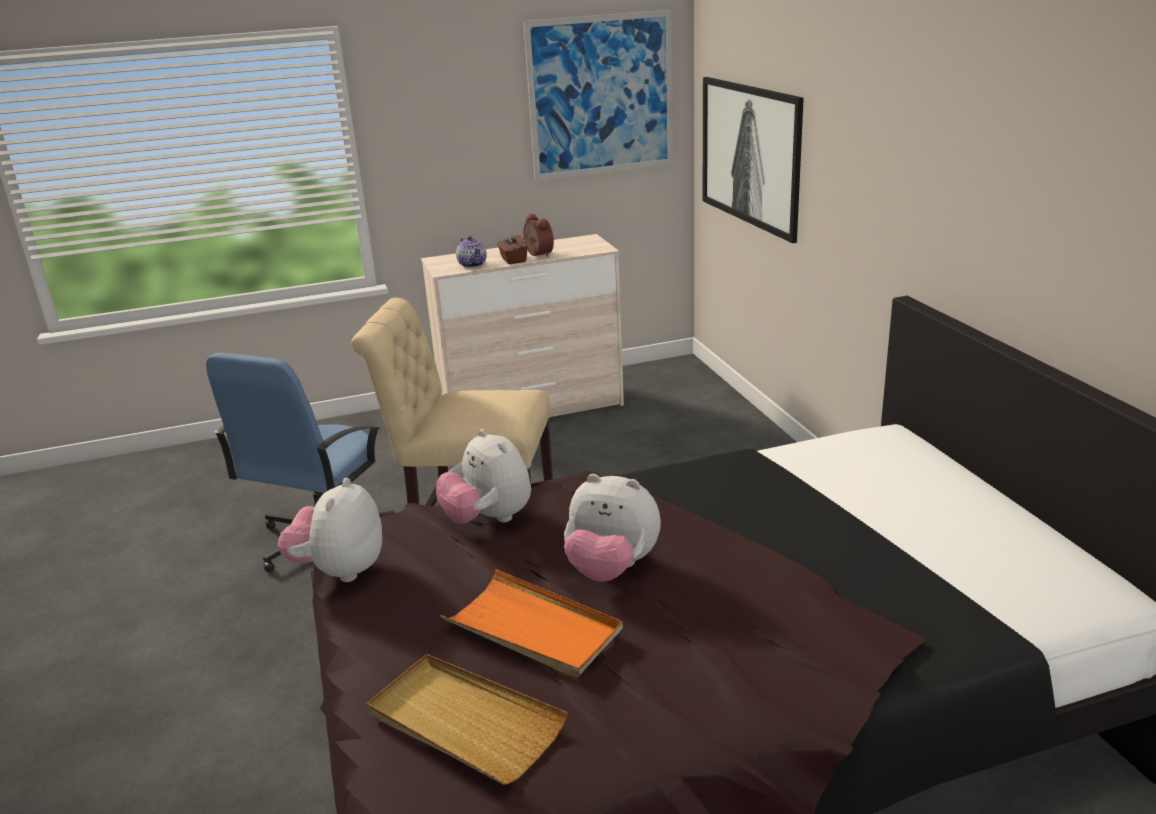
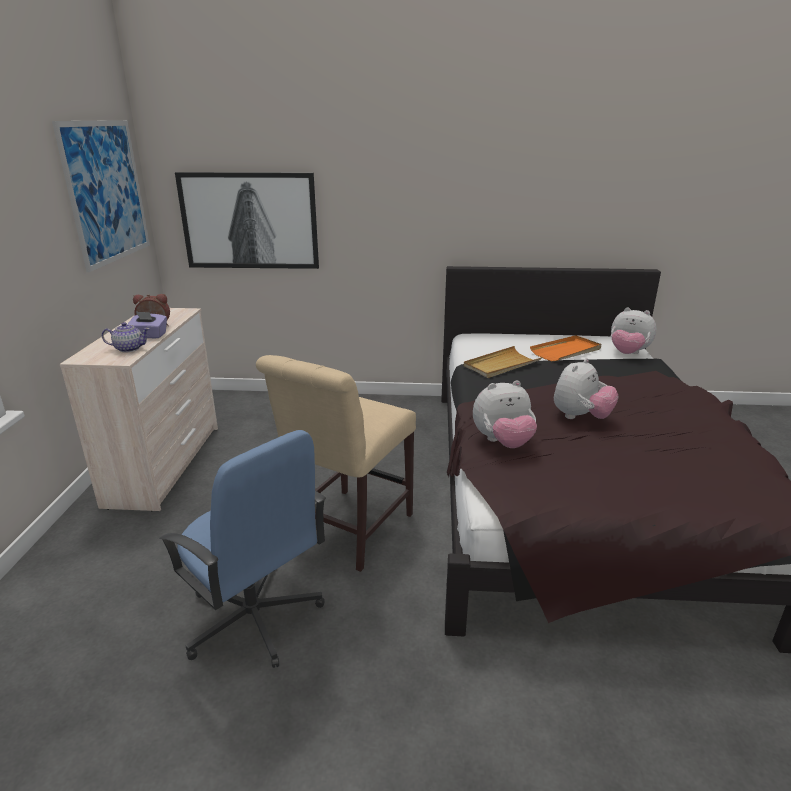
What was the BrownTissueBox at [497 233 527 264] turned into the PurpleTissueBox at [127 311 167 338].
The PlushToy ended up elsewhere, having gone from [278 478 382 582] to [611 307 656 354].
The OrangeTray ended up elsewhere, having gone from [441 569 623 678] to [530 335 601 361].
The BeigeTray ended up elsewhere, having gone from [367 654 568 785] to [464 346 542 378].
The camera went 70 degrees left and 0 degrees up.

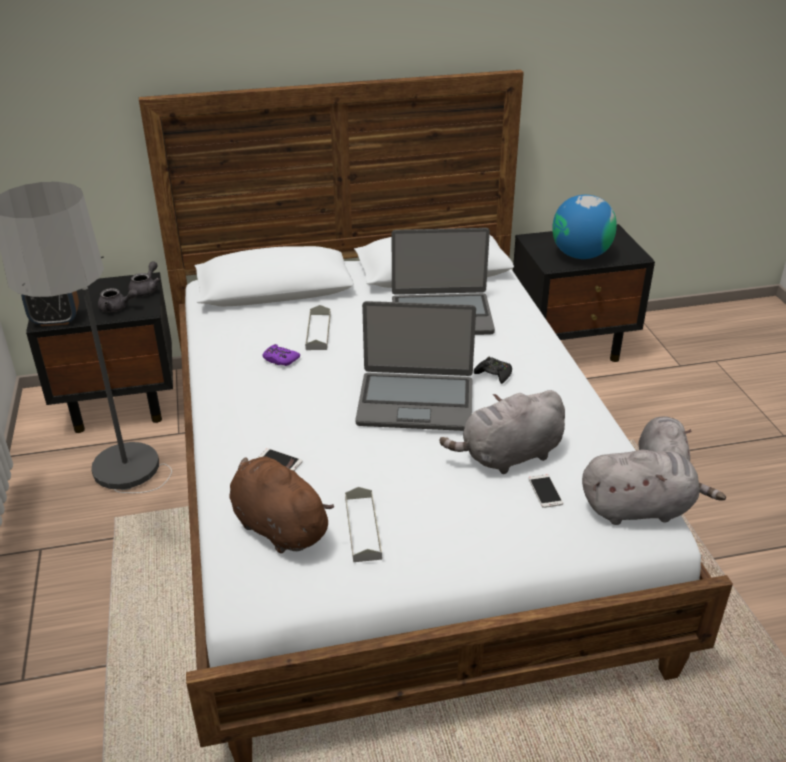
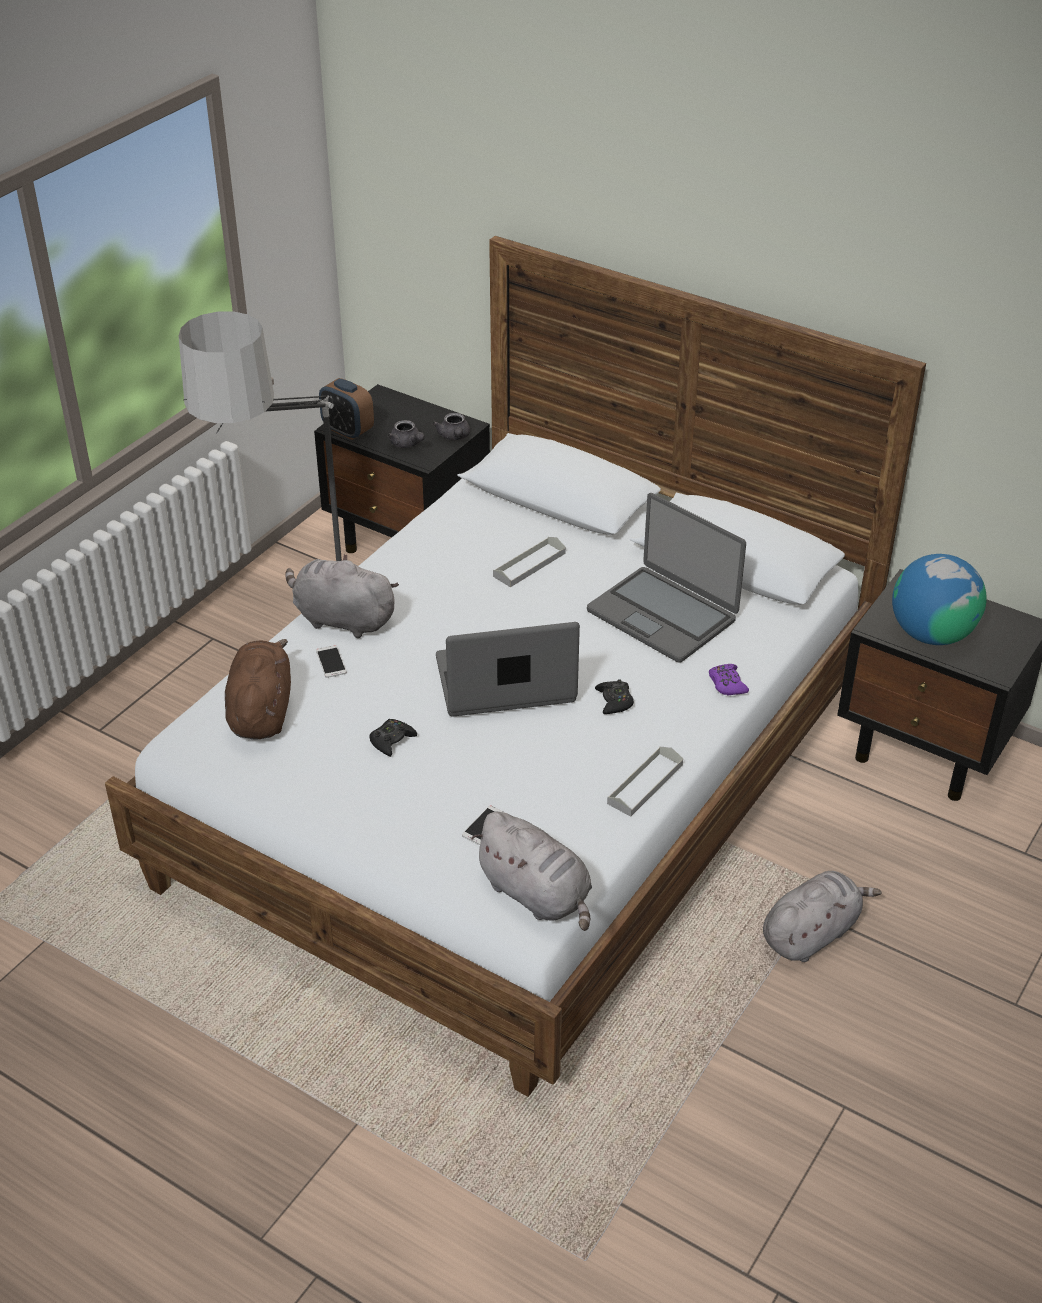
The GreyTeapot at [128 261 160 296] ended up facing another way, 105 degrees clockwise from before.
The Laptop at [355 301 476 431] ended up facing another way, 120 degrees clockwise from before.
The PurpleGameController ended up elsewhere, having gone from [262 344 300 366] to [709 664 749 695].
The GreyPlushToy ended up elsewhere, having gone from [440 390 565 474] to [285 554 399 638].
The GreyTray ended up elsewhere, having gone from [345 487 382 562] to [607 747 683 817].
The second view gained the BlackGameController at [369 719 417 757].
The camera went 45 degrees right and 5 degrees up.

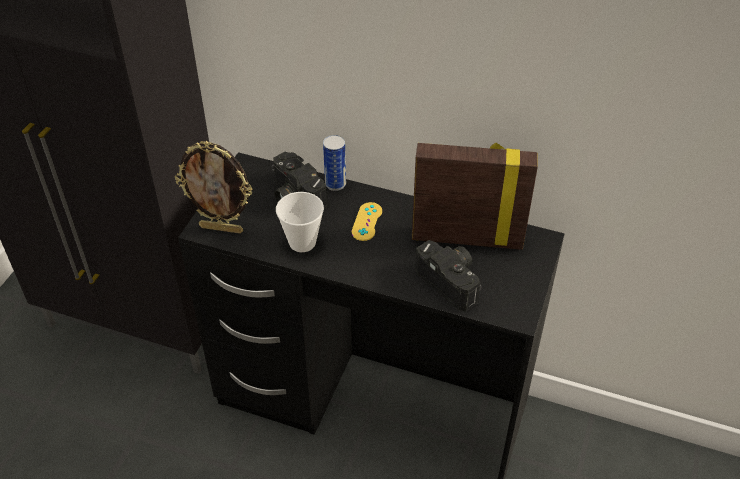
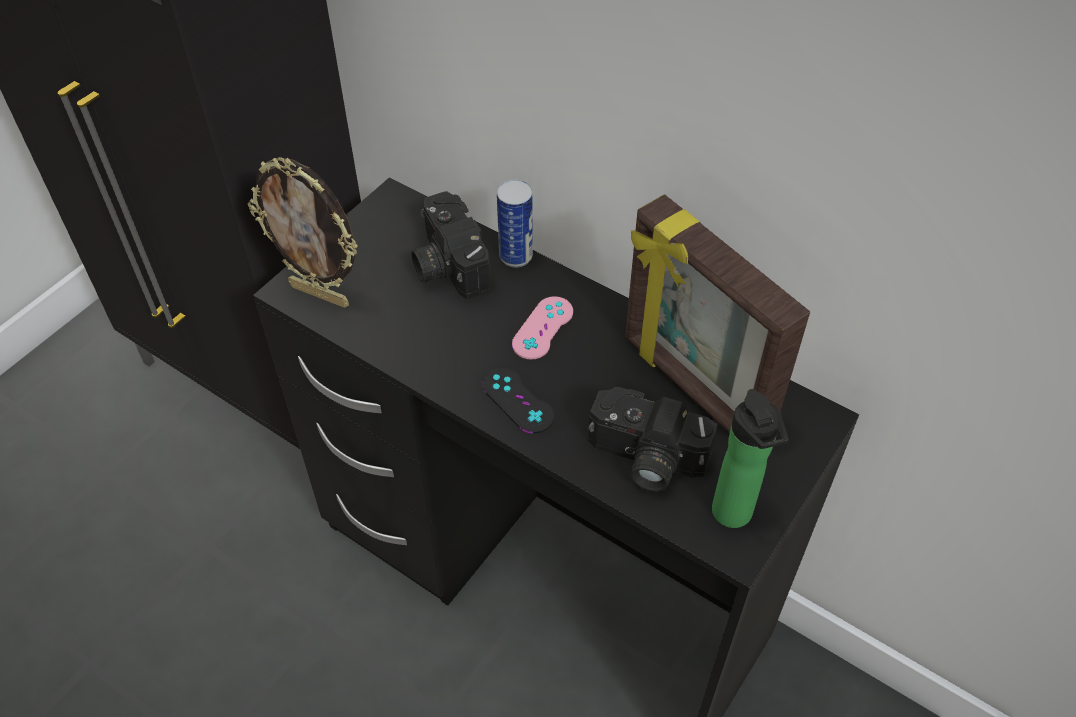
The PictureFrame at [412 143 538 250] ended up facing another way, 150 degrees counterclockwise from before.
The second view lost the Cup at [276 192 324 252].
What was the YellowGameController at [351 202 382 241] turned into the PinkGameController at [512 296 573 360].
The PhotoCamera at [415 240 482 312] ended up facing another way, 135 degrees clockwise from before.
The second view gained the BlackGameController at [482 368 554 434].
The second view gained the Bottle at [712 389 789 528].
The camera went 15 degrees right and 5 degrees up.

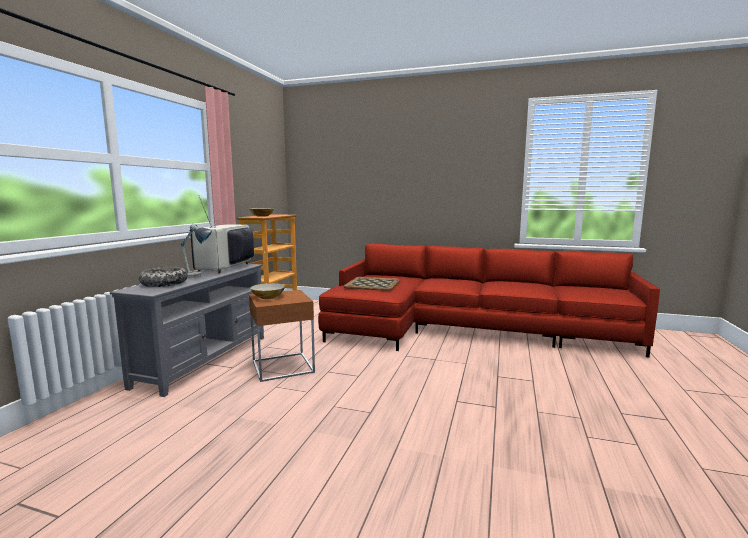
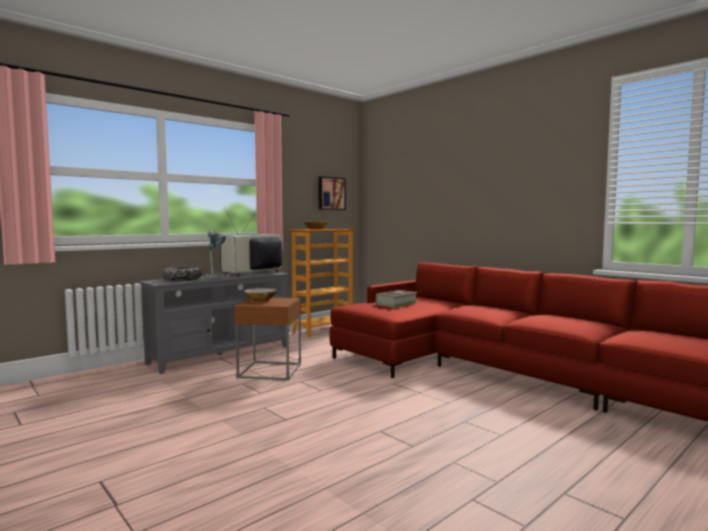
Where the Tray stood at [343 277 400 291], the Book came to stand at [376 290 417 308].
The second view gained the Picture at [318 176 346 210].
The camera went 30 degrees right and 5 degrees down.

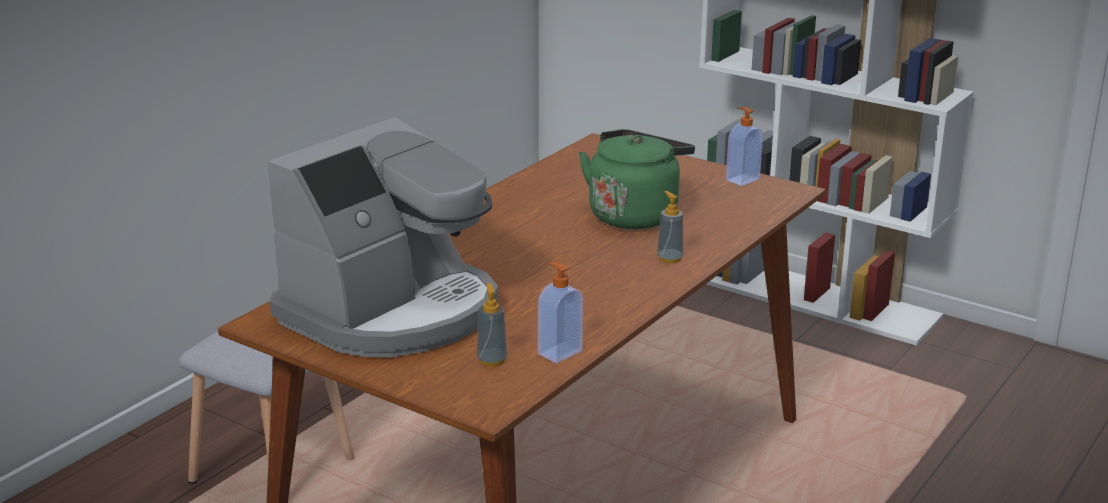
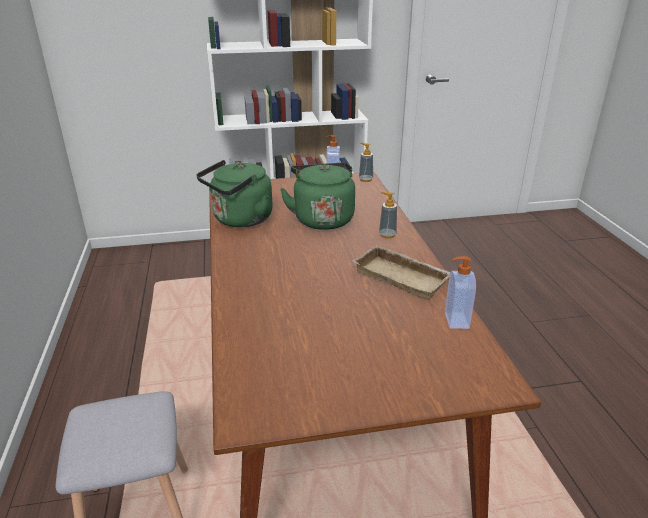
The second view lost the CoffeeMachine at [267 117 498 357].
The SoapDispenser ended up elsewhere, having gone from [477 283 507 367] to [359 143 373 182].
The second view gained the GreenKettle at [196 160 273 227].
The second view gained the BeigeTray at [352 245 450 300].
The camera went 45 degrees left and 5 degrees up.

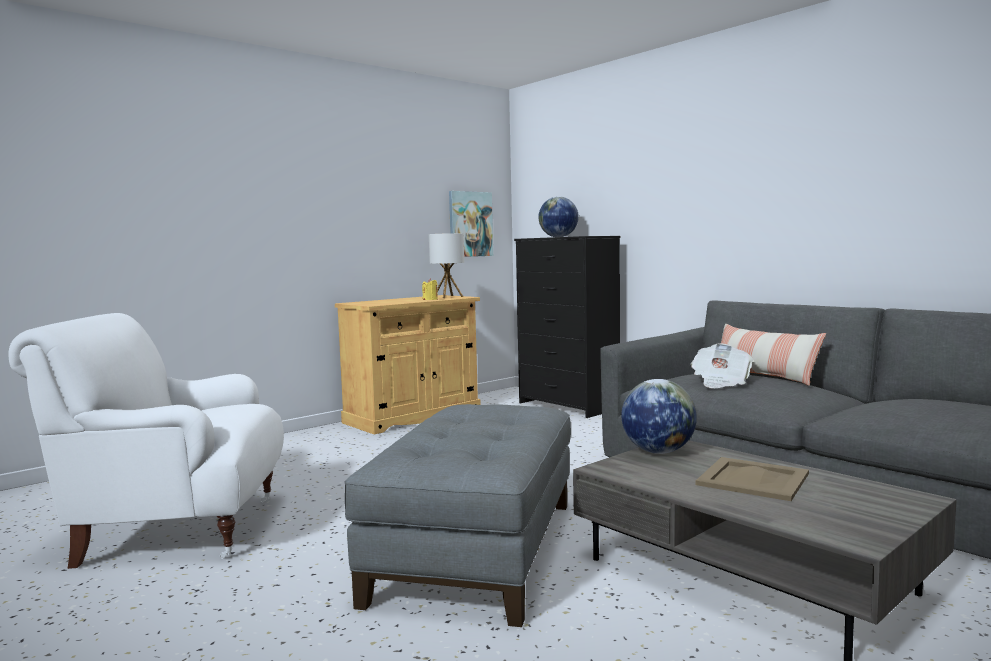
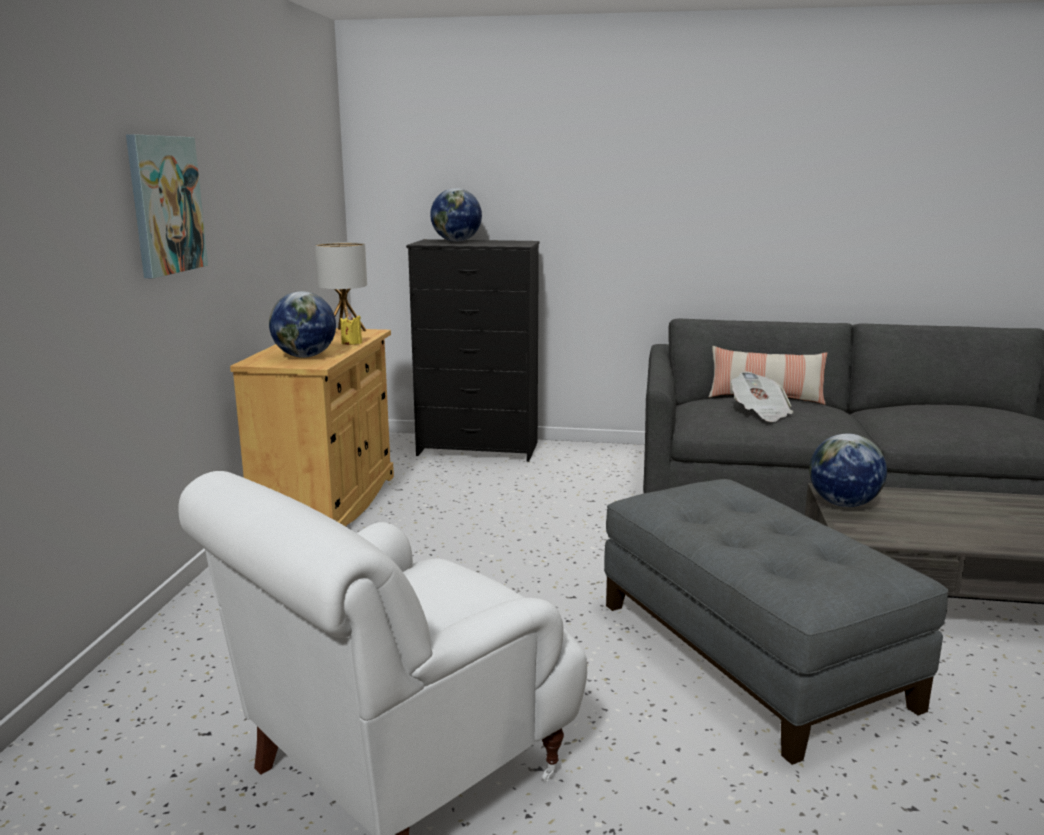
The Picture ended up elsewhere, having gone from [449 191 493 257] to [126 134 208 278].
The second view lost the BeigeTray at [696 457 809 501].
The second view gained the Globe at [269 291 336 358].
The camera went 40 degrees left and 10 degrees up.

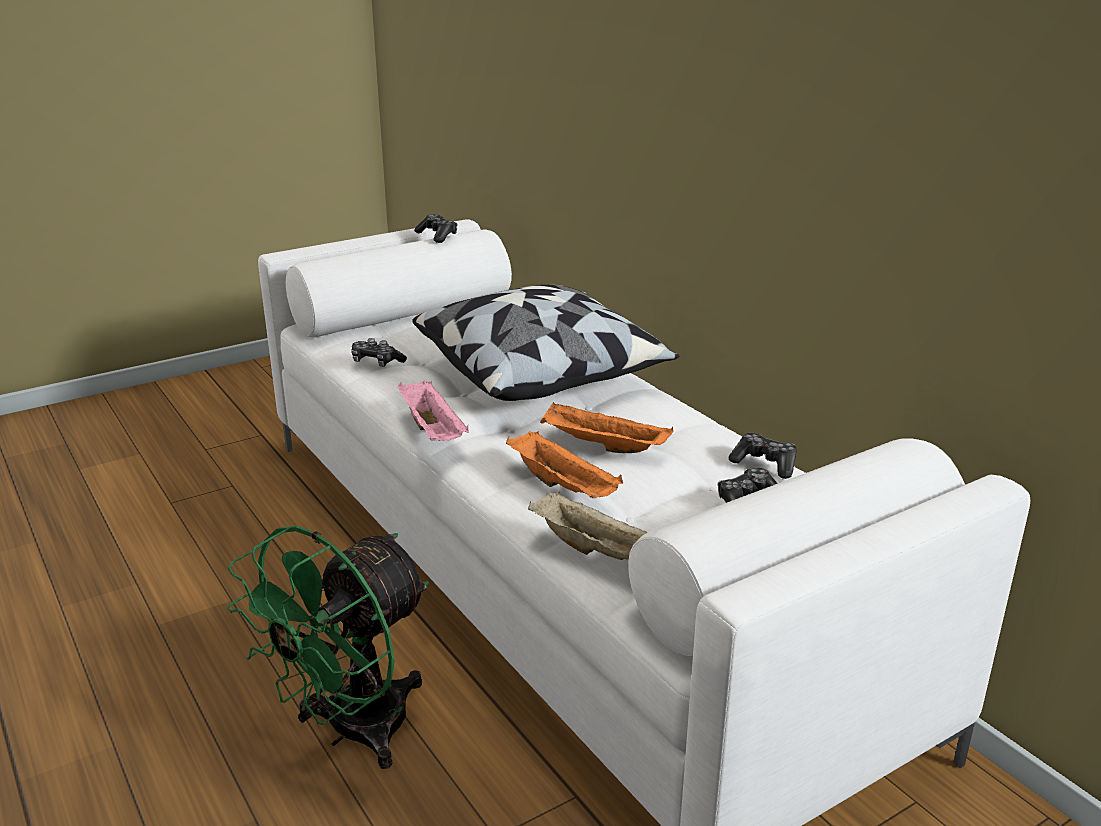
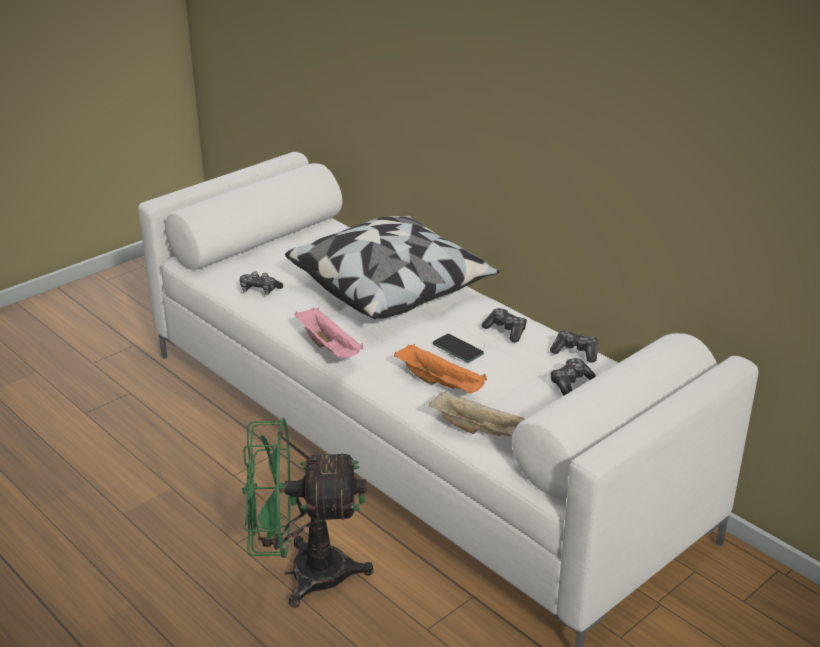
The GameController ended up elsewhere, having gone from [414 214 458 243] to [481 308 527 342].
Where the OrangeTray stood at [540 402 674 453], the Phone came to stand at [432 334 484 362].
The GreenFan at [227 526 429 769] ended up facing another way, 60 degrees clockwise from before.
The camera went 10 degrees left and 5 degrees up.

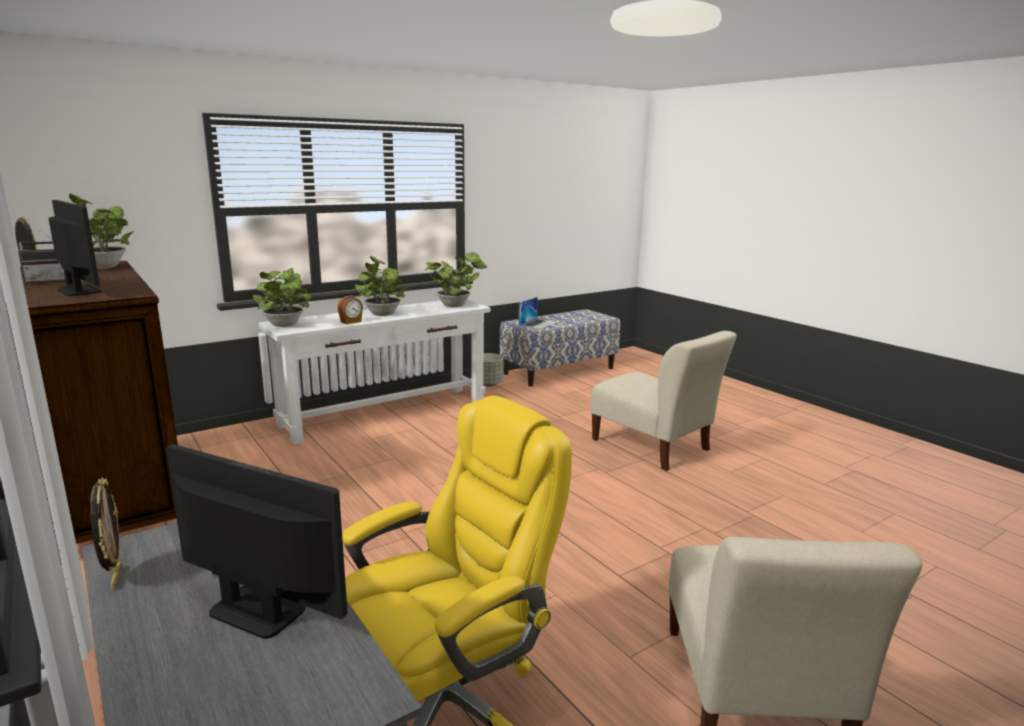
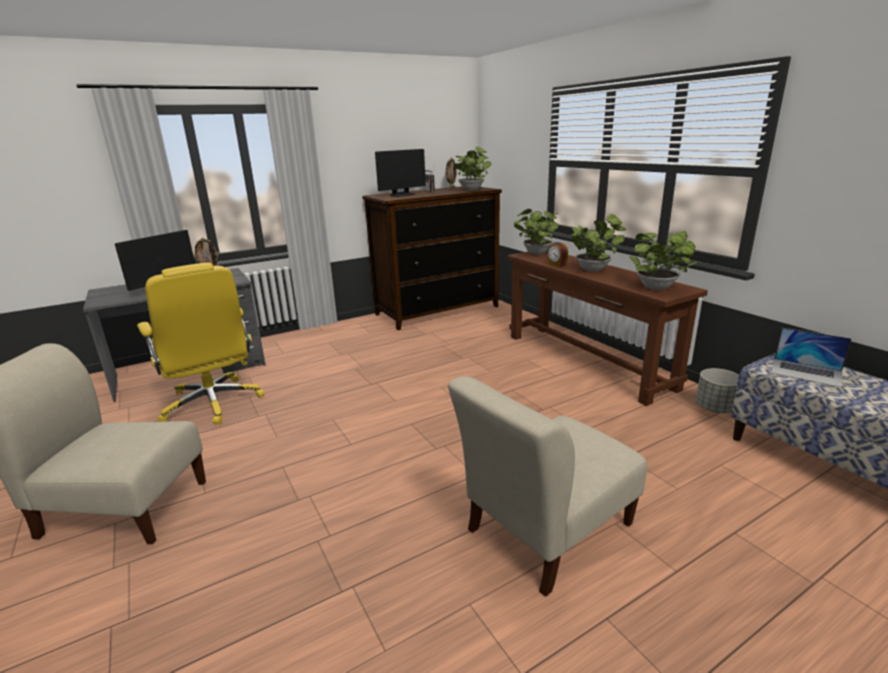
What was the WhiteConsoleTable at [259 300 490 444] turned into the BrownConsoleTable at [507 252 708 406].
The camera went 95 degrees right and 5 degrees up.

